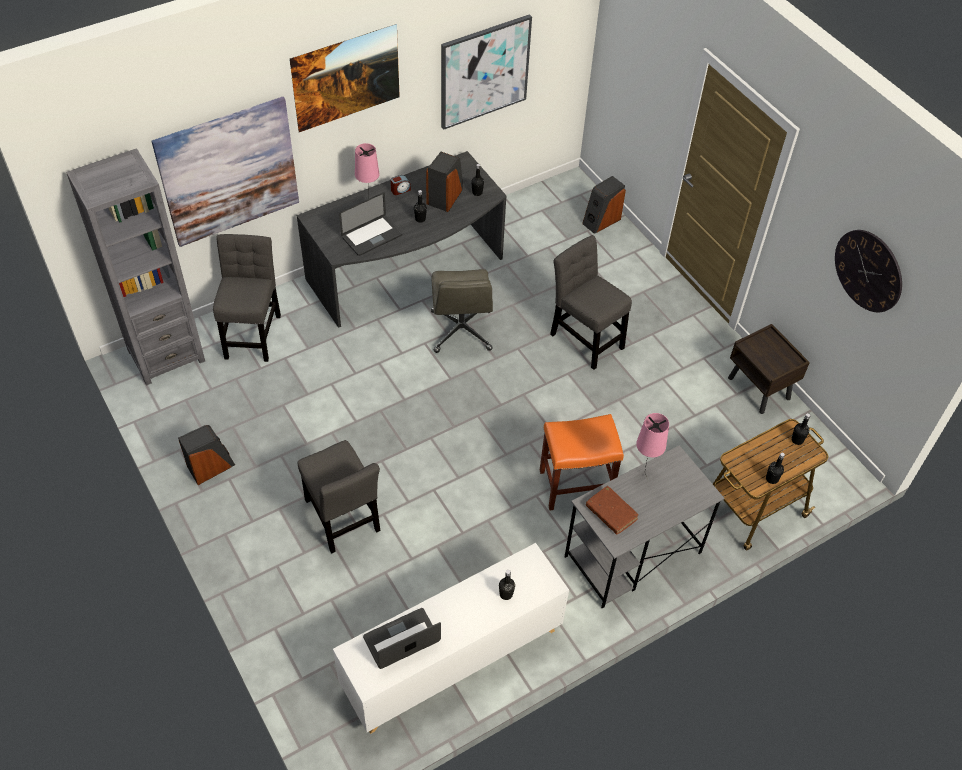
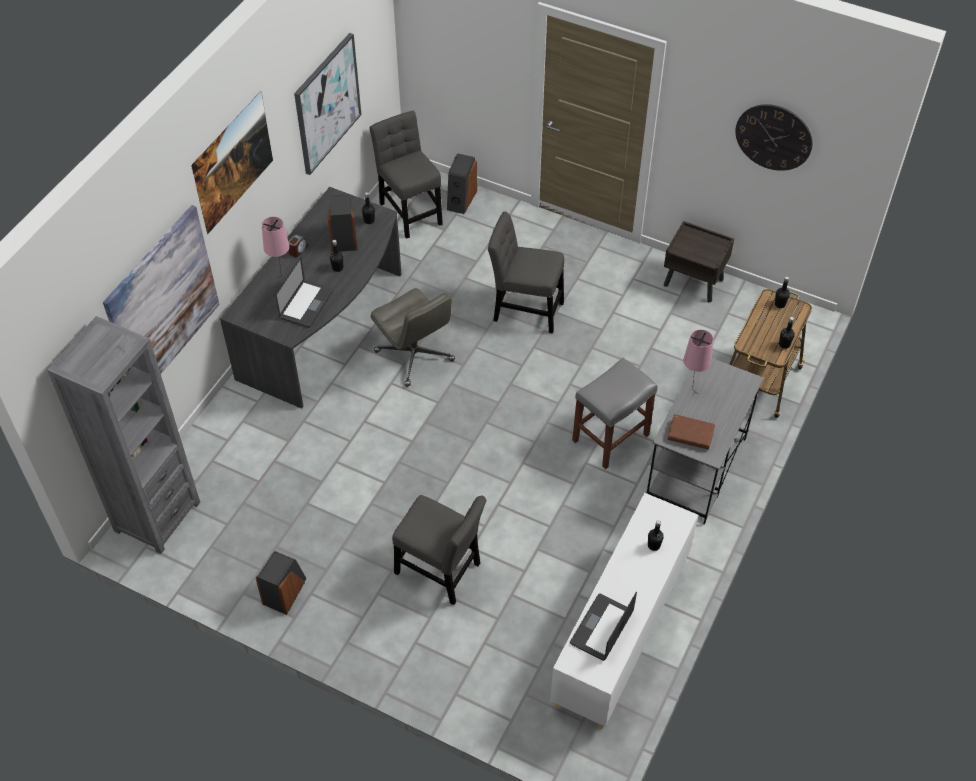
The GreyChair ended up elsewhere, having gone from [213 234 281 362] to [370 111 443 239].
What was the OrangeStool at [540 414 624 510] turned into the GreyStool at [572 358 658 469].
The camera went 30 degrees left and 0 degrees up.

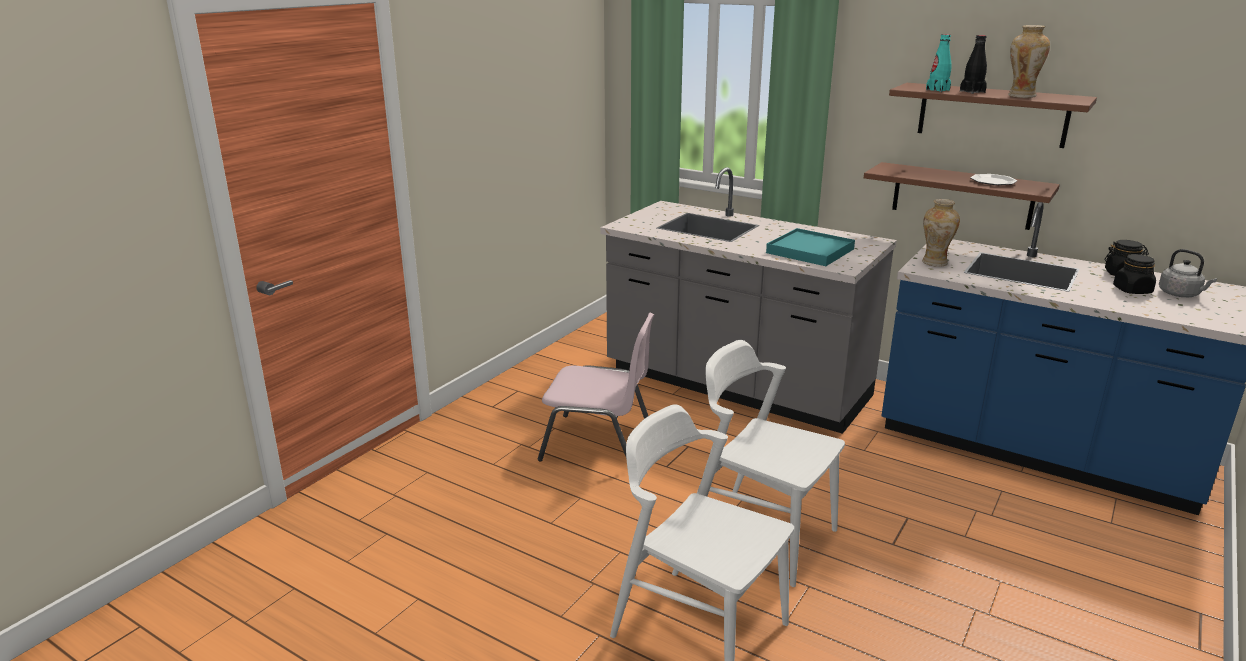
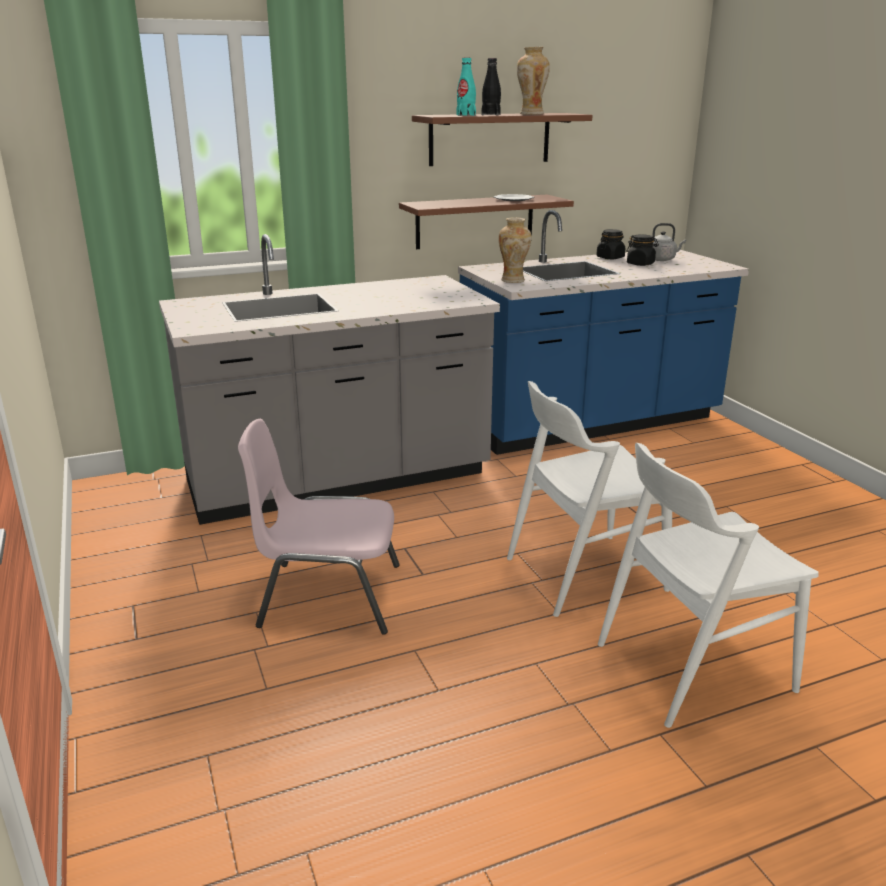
The second view lost the TurquoiseTray at [766 228 855 266].
The PinkChair at [538 312 655 461] ended up facing another way, 135 degrees counterclockwise from before.
The camera went 55 degrees left and 0 degrees up.

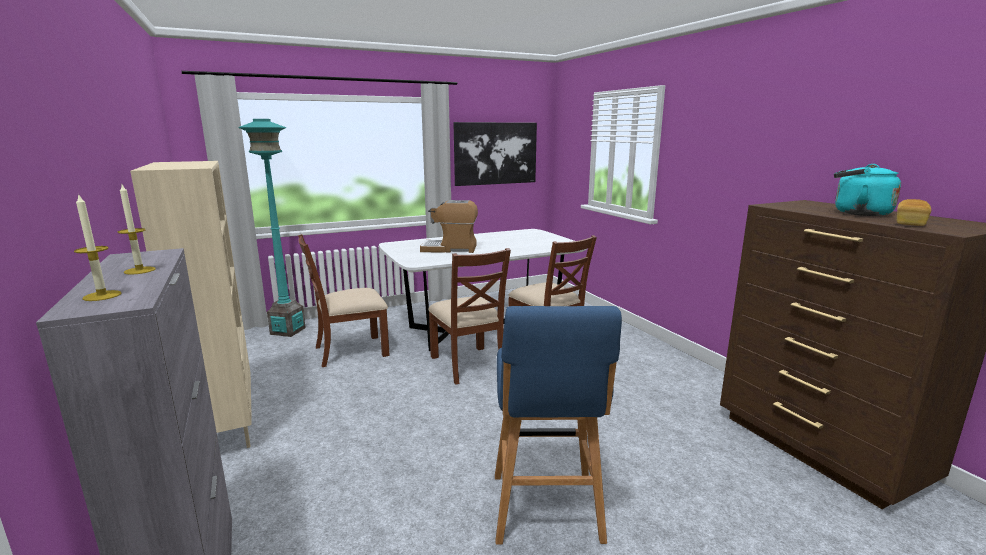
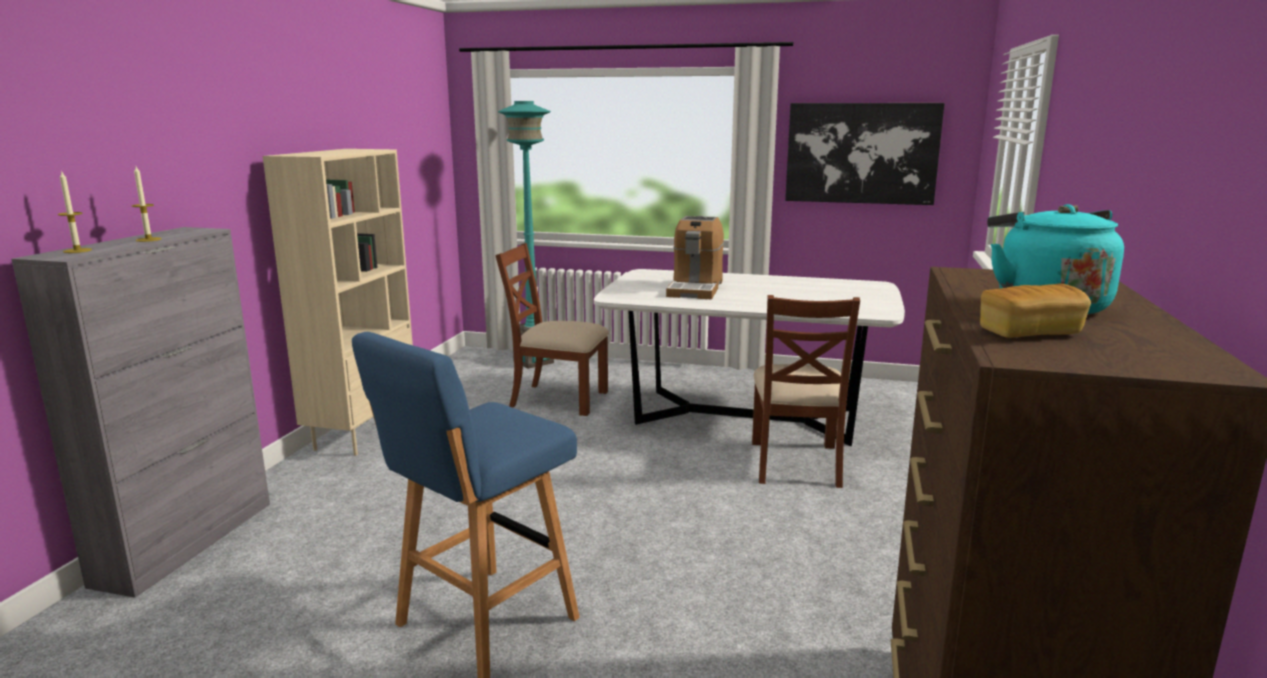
The CoffeeMachine at [420 200 478 253] ended up facing another way, 120 degrees counterclockwise from before.
The second view lost the BrownChair at [428 248 511 385].
The camera went 40 degrees right and 0 degrees up.

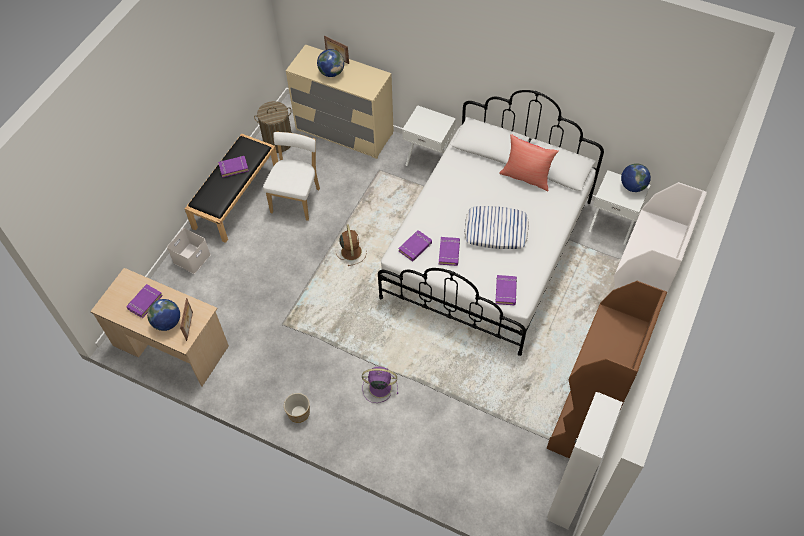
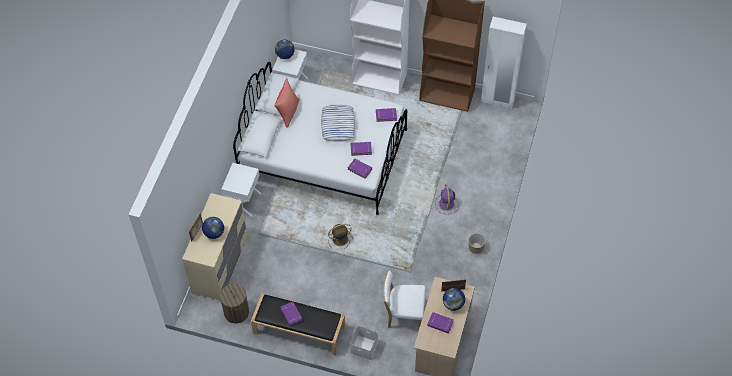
The WhiteChair ended up elsewhere, having gone from [263 131 320 221] to [383 271 426 328].
The camera went 100 degrees left and 0 degrees up.

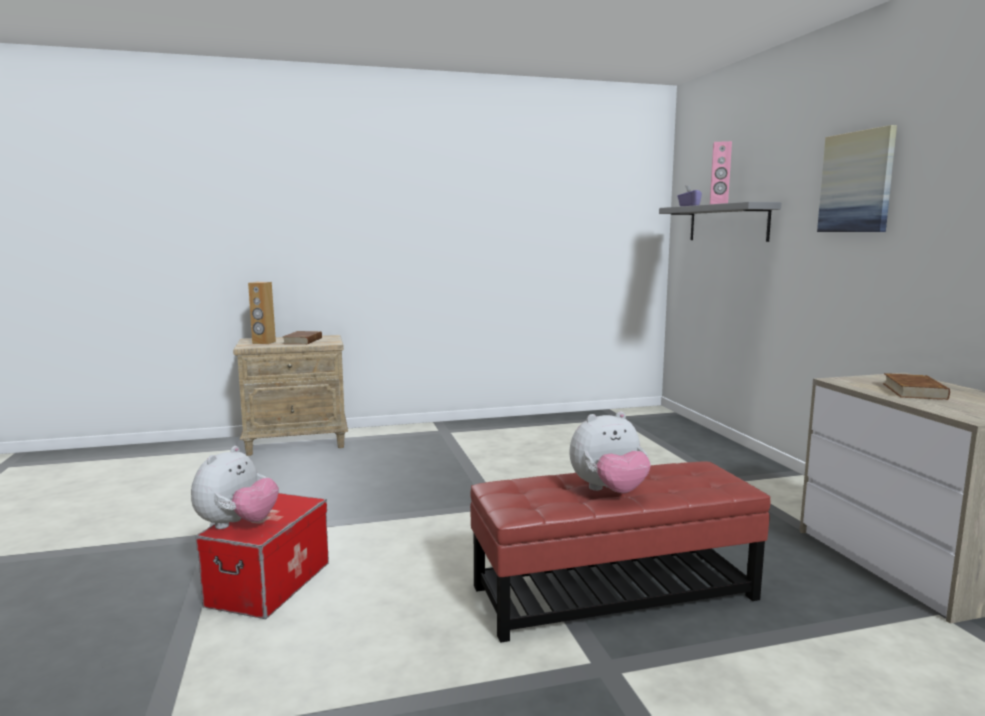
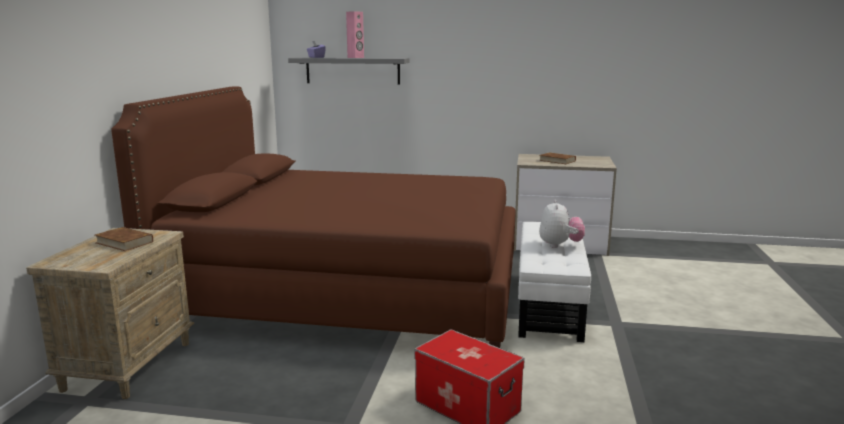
The second view lost the Picture at [817 125 897 232].
The second view lost the BrownSpeaker at [248 282 276 344].
The second view lost the PlushToy at [191 446 279 529].
What was the RedOttoman at [470 461 771 643] turned into the WhiteOttoman at [518 222 591 342].
The second view gained the BrownBed at [111 86 516 348].
The camera went 65 degrees left and 5 degrees up.

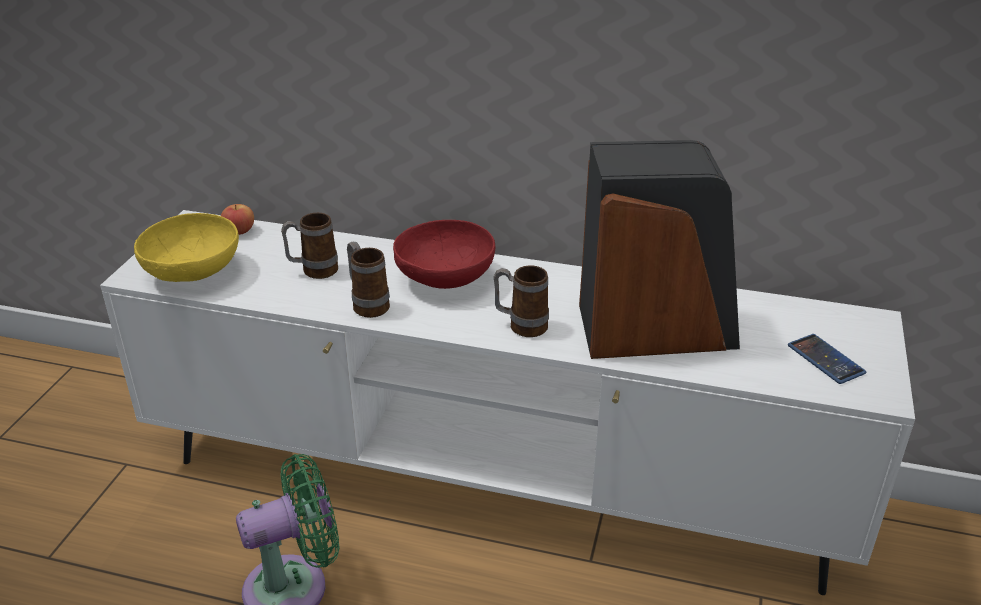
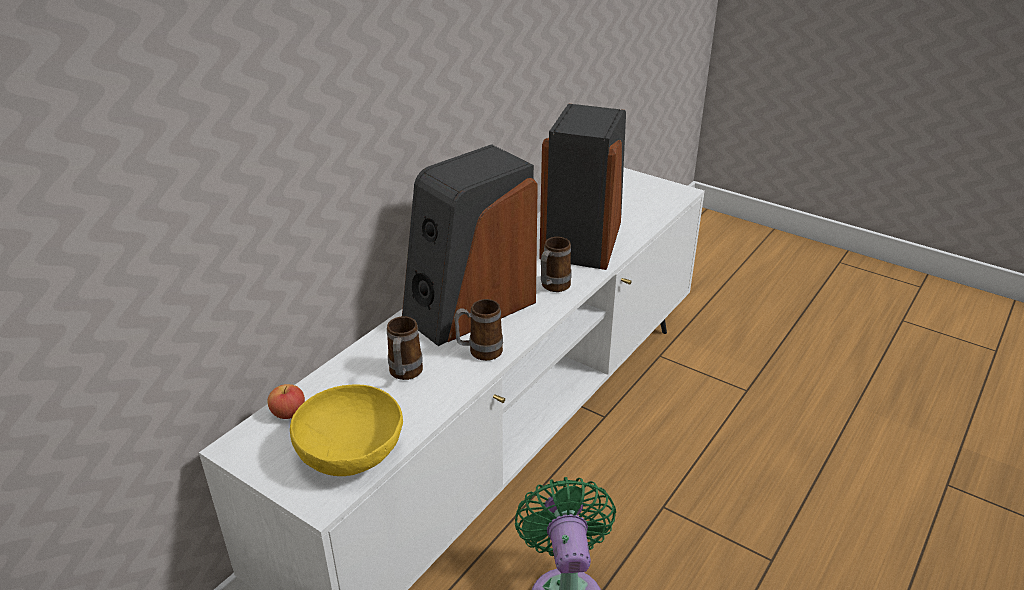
Where the RedBowl stood at [393 220 495 289], the Speaker came to stand at [402 144 538 346].
The second view lost the Phone at [788 334 866 384].
The camera went 70 degrees left and 0 degrees up.

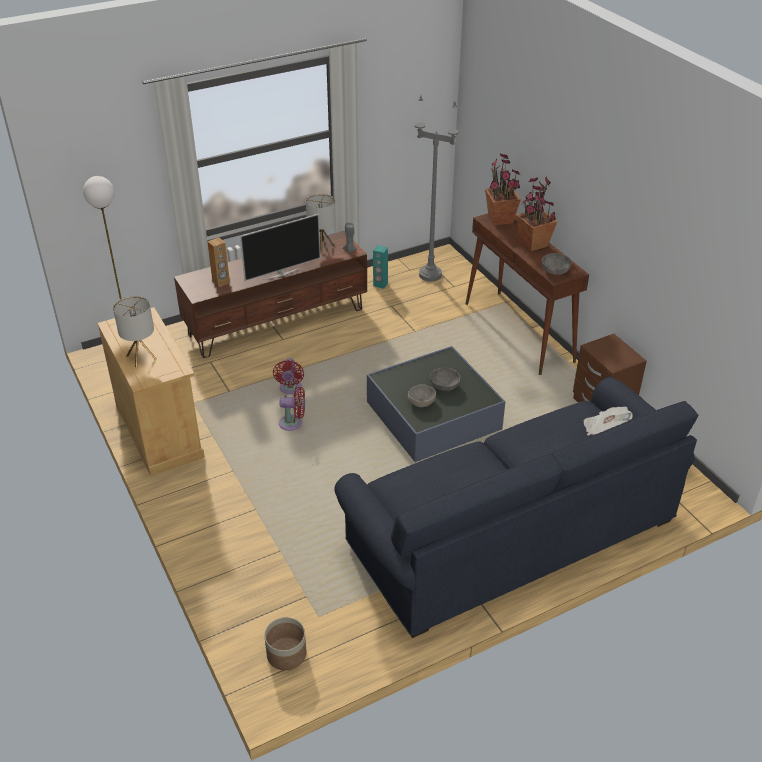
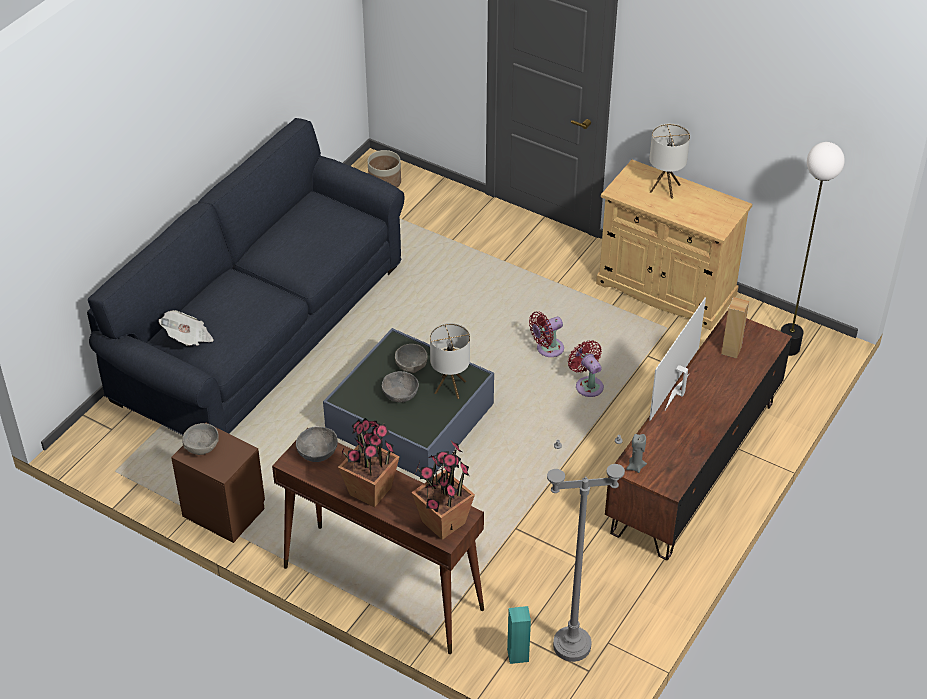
The TableLamp ended up elsewhere, having gone from [306 194 336 253] to [430 323 470 399].
The TurquoiseSpeaker ended up elsewhere, having gone from [373 245 388 289] to [507 606 531 664].
The second view gained the GreyBowl at [182 423 219 455].
The camera went 150 degrees right and 5 degrees up.

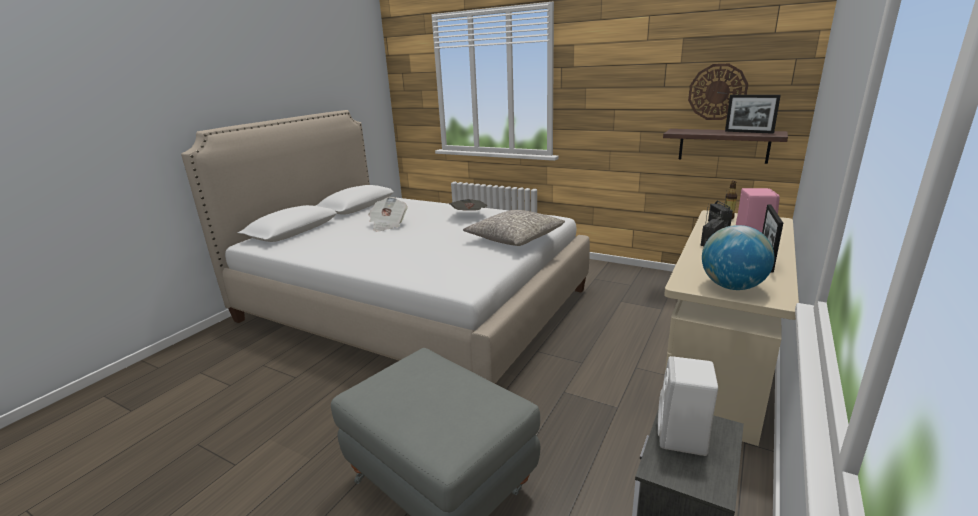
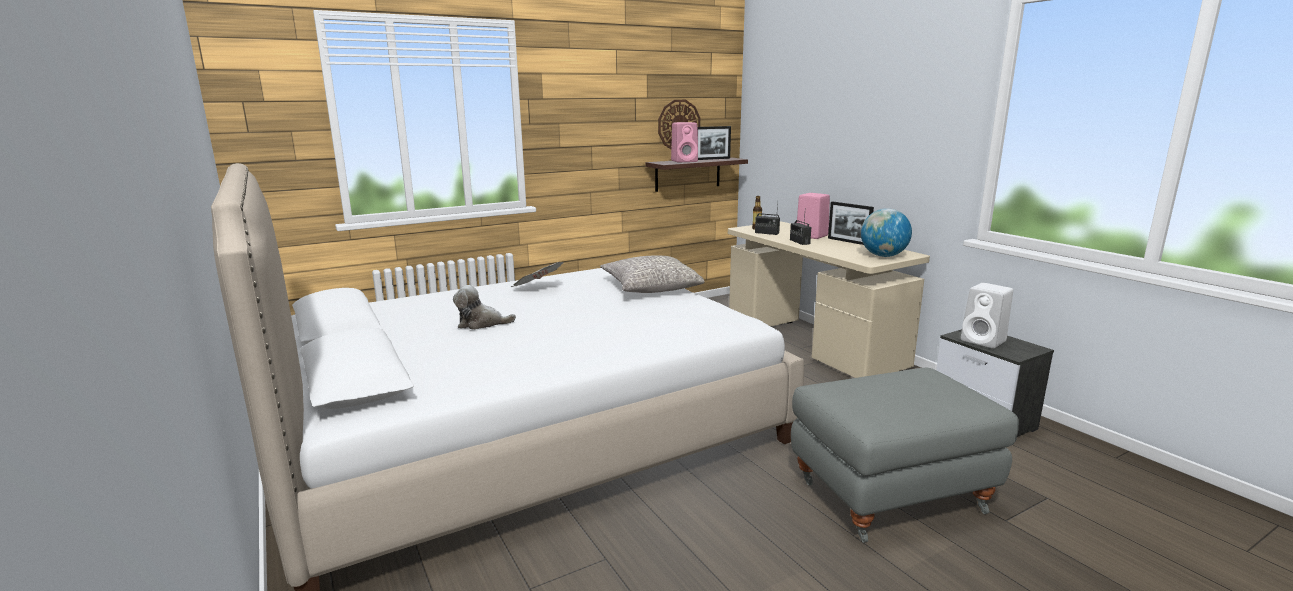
Where the Newspaper stood at [369 197 408 231], the PlushToy came to stand at [453 285 516 330].
The second view gained the PinkSpeaker at [671 122 698 162].
The camera went 60 degrees left and 5 degrees down.

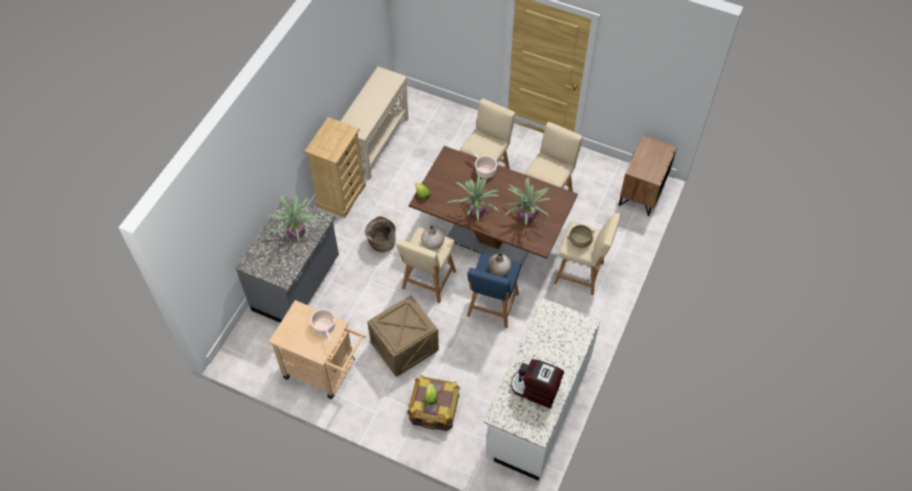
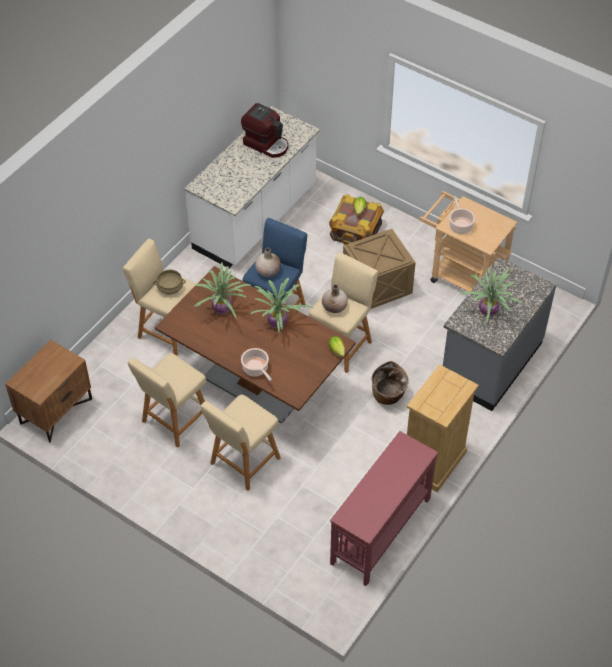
What was the BeigeConsoleTable at [340 67 409 180] turned into the RedConsoleTable at [330 431 438 586].
The camera went 170 degrees left and 5 degrees down.

